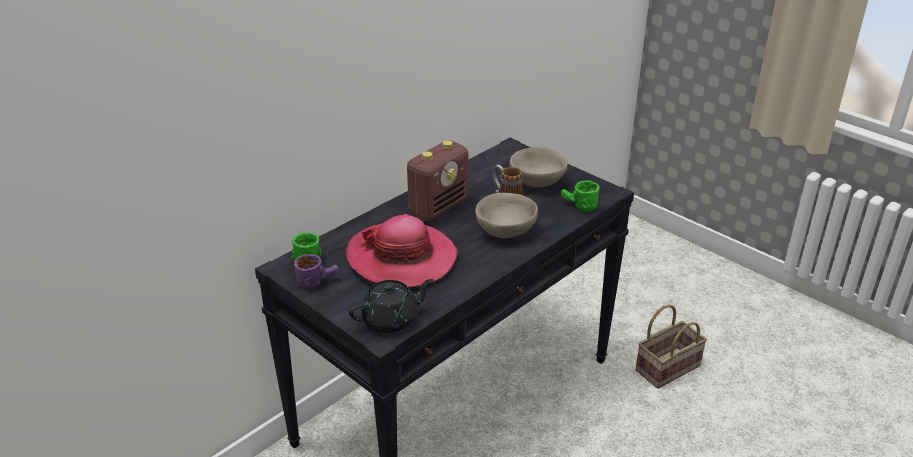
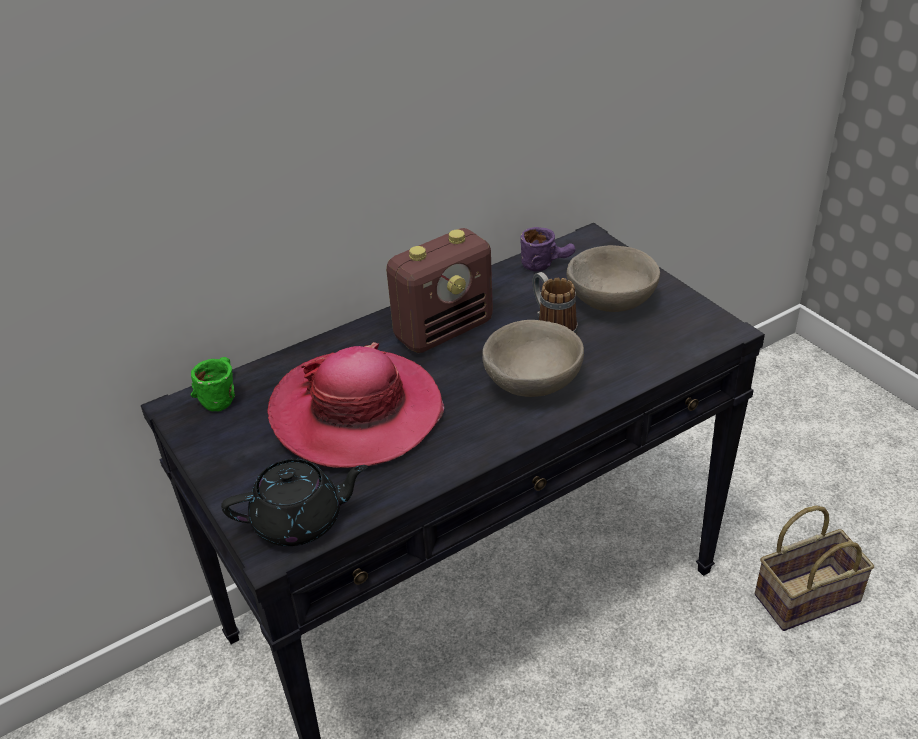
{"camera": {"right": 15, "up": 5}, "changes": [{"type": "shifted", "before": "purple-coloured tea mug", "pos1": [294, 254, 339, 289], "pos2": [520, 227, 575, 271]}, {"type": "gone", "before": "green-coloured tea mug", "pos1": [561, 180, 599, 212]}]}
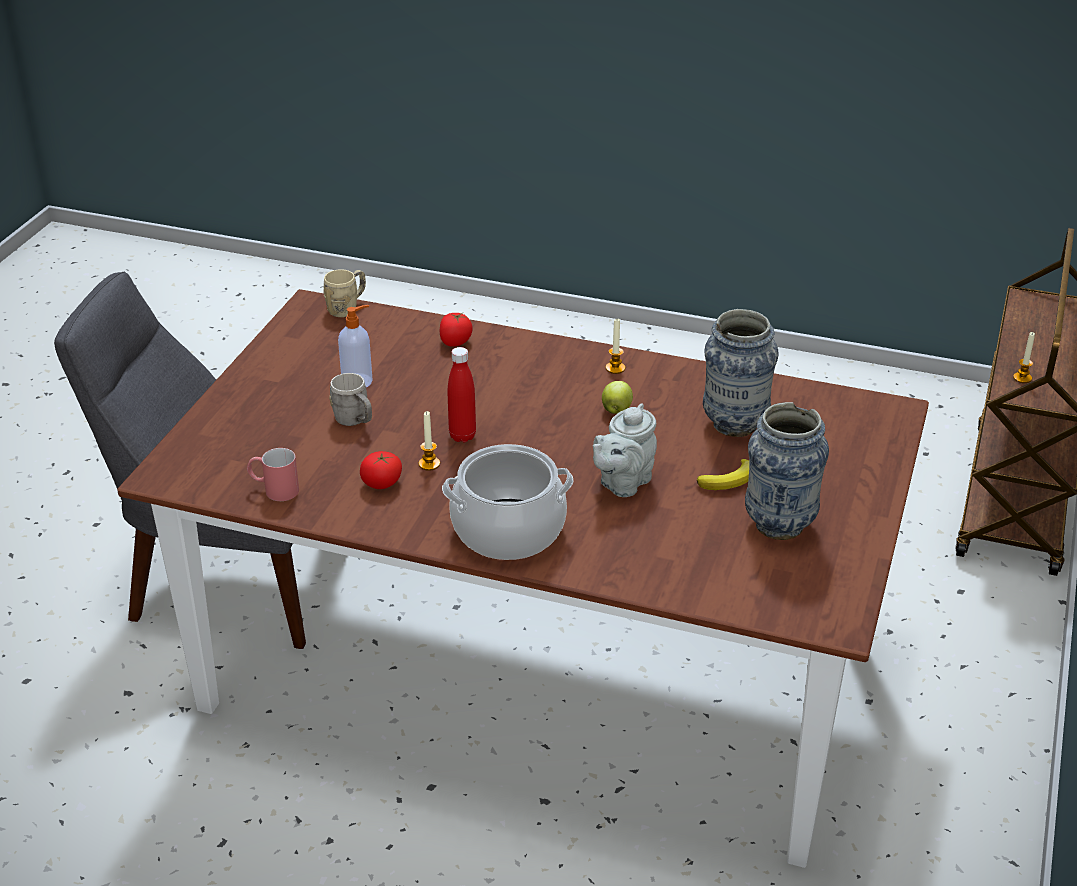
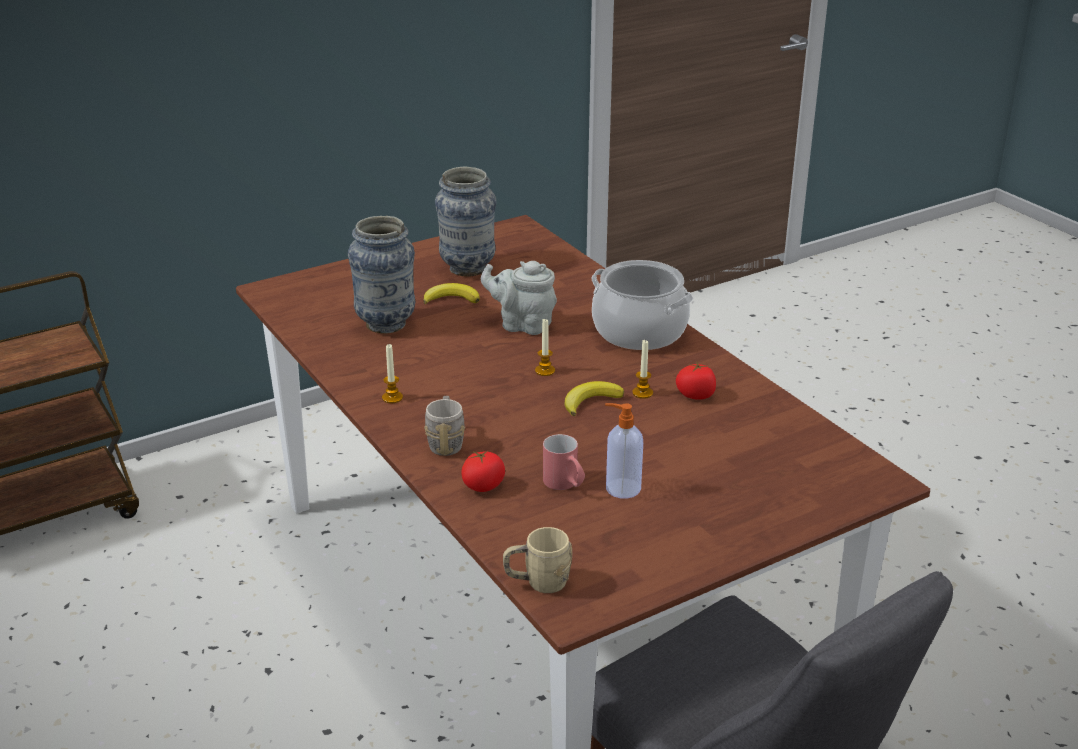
{"camera": {"right": -140, "up": -5}, "changes": [{"type": "shifted", "before": "red-coloured tea mug", "pos1": [247, 448, 299, 501], "pos2": [543, 434, 585, 490]}, {"type": "shifted", "before": "grey tea mug", "pos1": [329, 373, 372, 426], "pos2": [424, 396, 465, 456]}, {"type": "swapped", "before": "red-coloured drink bottle", "after": "banana fruit", "pos1": [448, 347, 476, 442], "pos2": [565, 381, 624, 416]}, {"type": "rotated", "before": "grey pot for tea", "pos1": [593, 403, 657, 497], "pos2": [481, 261, 557, 335], "turn": -150}, {"type": "gone", "before": "whole apple", "pos1": [602, 381, 633, 414]}, {"type": "shifted", "before": "wax light", "pos1": [1013, 332, 1035, 383], "pos2": [535, 318, 555, 376]}]}
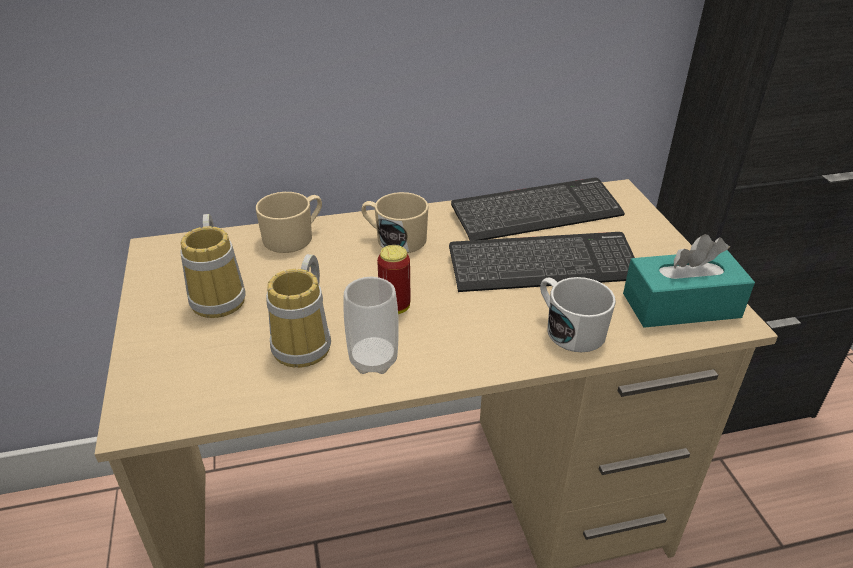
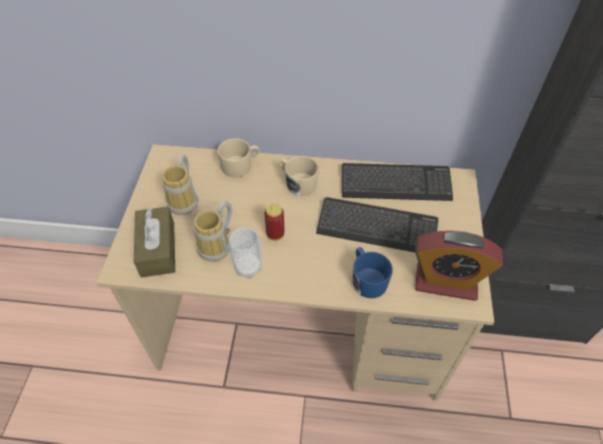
{"camera": {"right": 20, "up": 15}, "changes": [{"type": "repainted", "before": "white-coloured tea mug", "after": "blue tea mug", "pos1": [540, 277, 616, 352], "pos2": [352, 247, 393, 298]}, {"type": "swapped", "before": "turquoise tissue holder", "after": "table clock", "pos1": [623, 234, 755, 328], "pos2": [415, 231, 503, 301]}, {"type": "new", "after": "brown tissue holder", "pos2": [134, 207, 175, 277]}]}
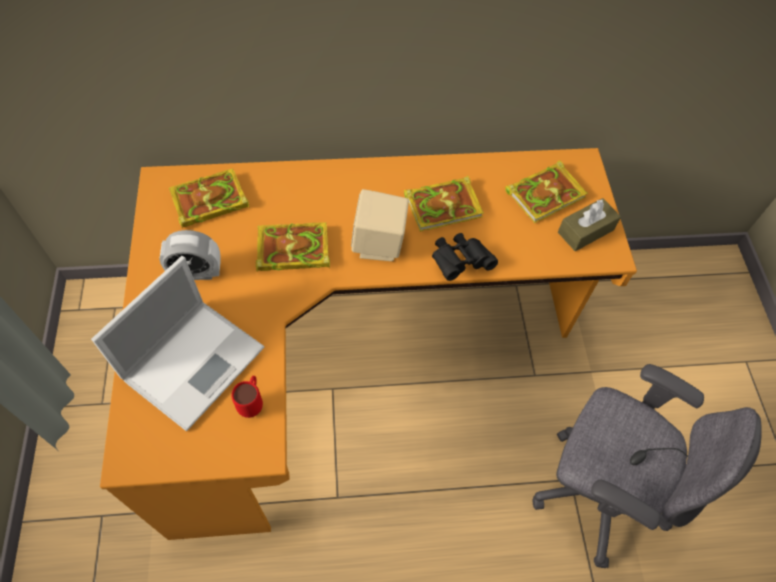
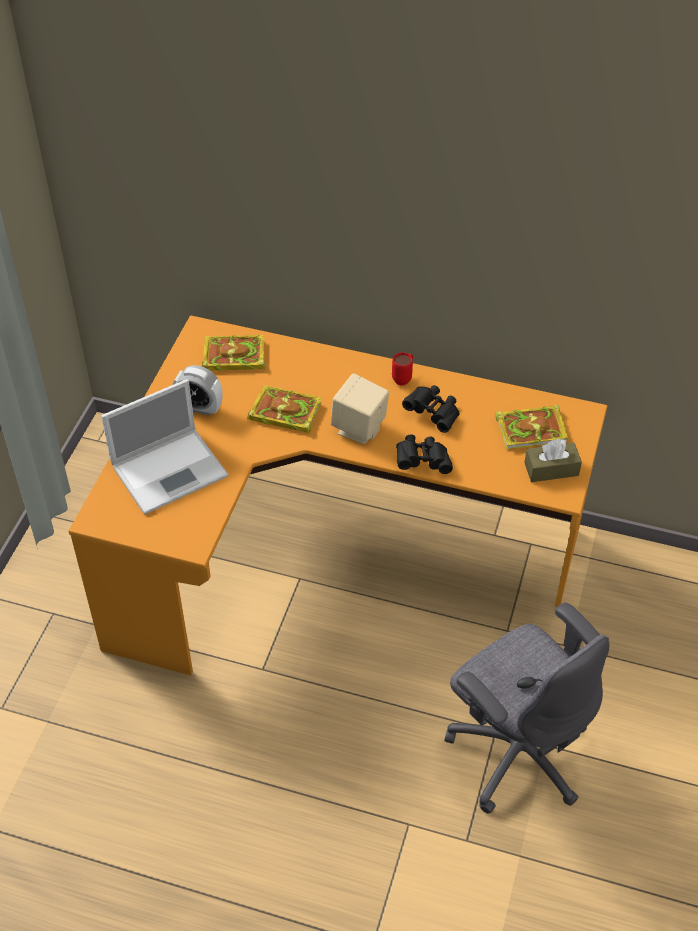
{"camera": {"right": 25, "up": -10}, "changes": [{"type": "shifted", "before": "red-coloured tea mug", "pos1": [232, 376, 263, 418], "pos2": [392, 352, 413, 386]}, {"type": "swapped", "before": "book", "after": "black-coloured field glasses", "pos1": [404, 176, 484, 232], "pos2": [402, 385, 460, 433]}]}
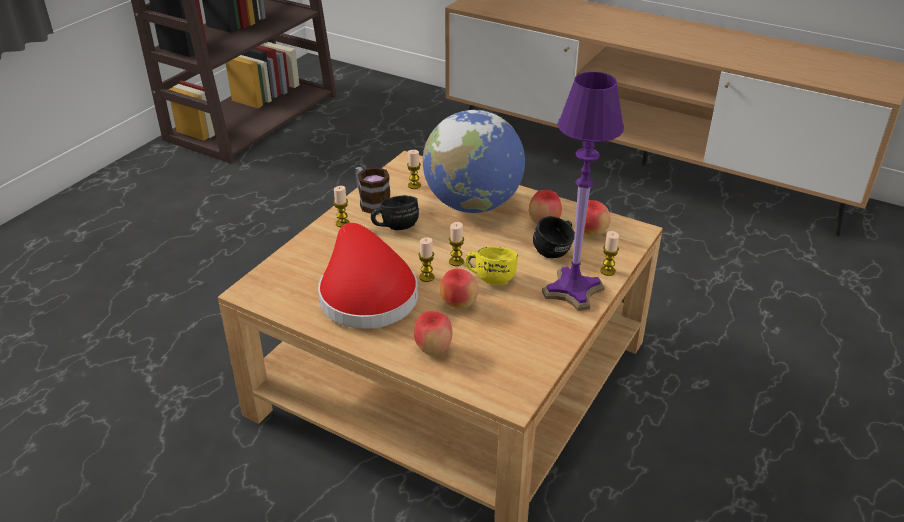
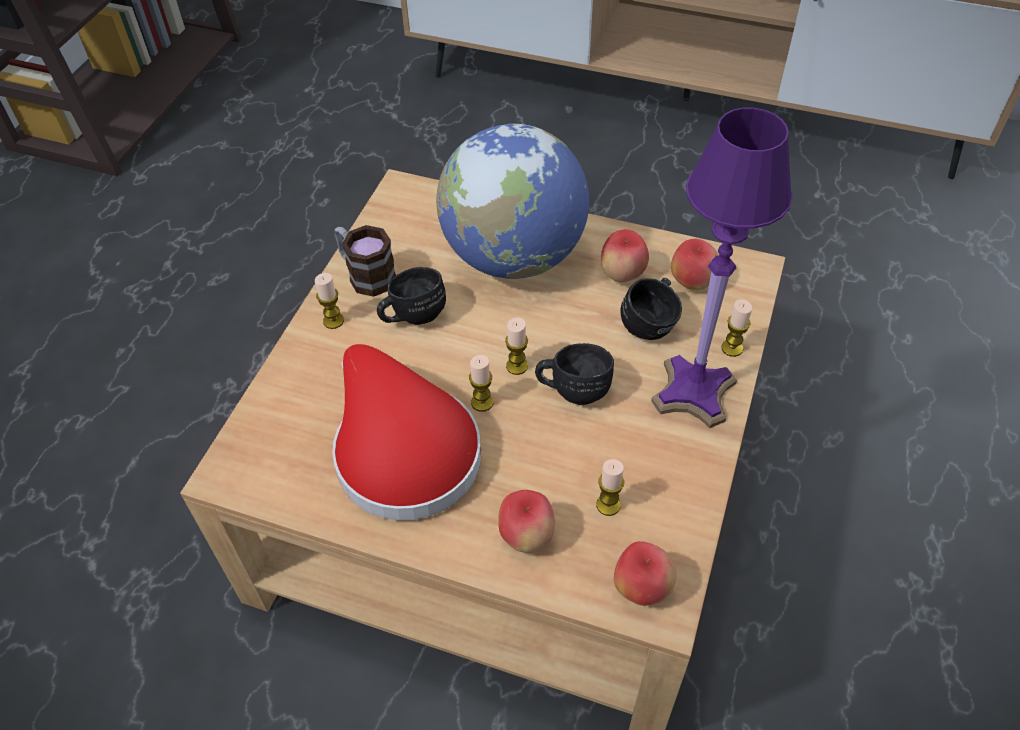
{"camera": {"right": -10, "up": 15}, "changes": [{"type": "shifted", "before": "wax light", "pos1": [407, 150, 421, 189], "pos2": [596, 459, 624, 516]}, {"type": "shifted", "before": "whole apple", "pos1": [440, 269, 479, 309], "pos2": [614, 541, 676, 606]}, {"type": "repainted", "before": "yellow tea mug", "after": "black-coloured tea mug", "pos1": [465, 247, 518, 285], "pos2": [535, 343, 614, 405]}]}
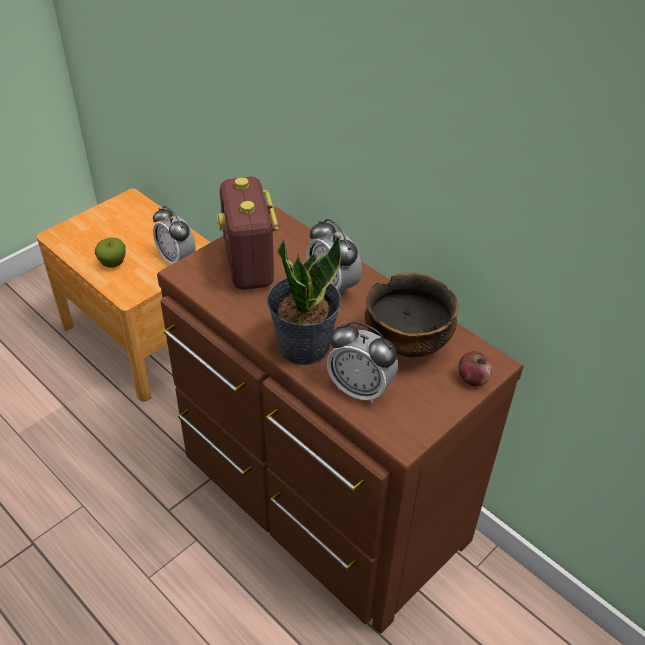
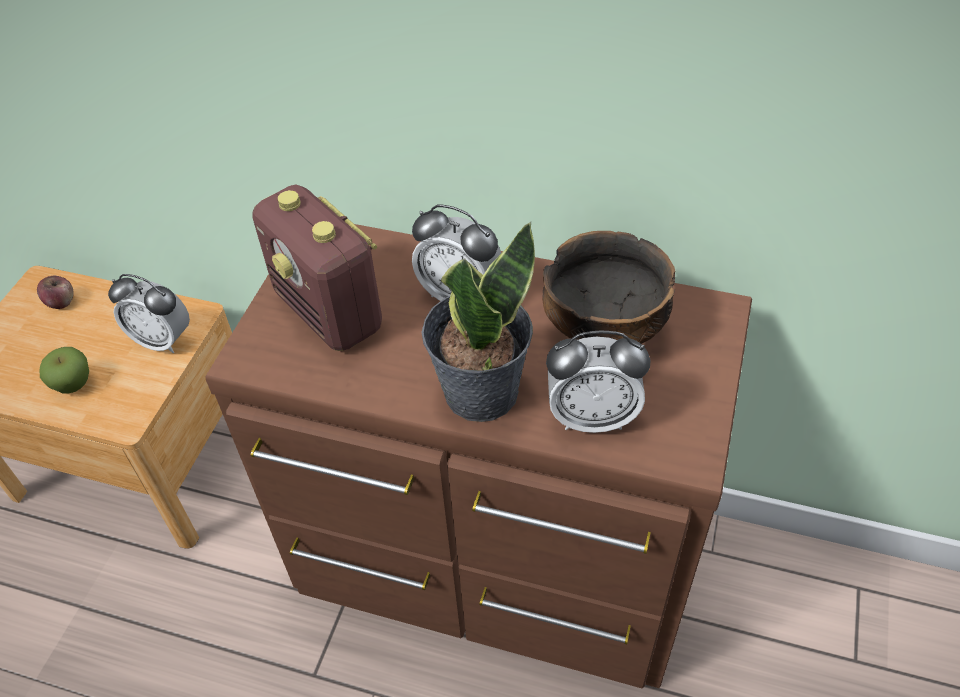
{"camera": {"right": -25, "up": 5}, "changes": [{"type": "shifted", "before": "whole apple", "pos1": [459, 351, 492, 386], "pos2": [37, 276, 74, 309]}]}
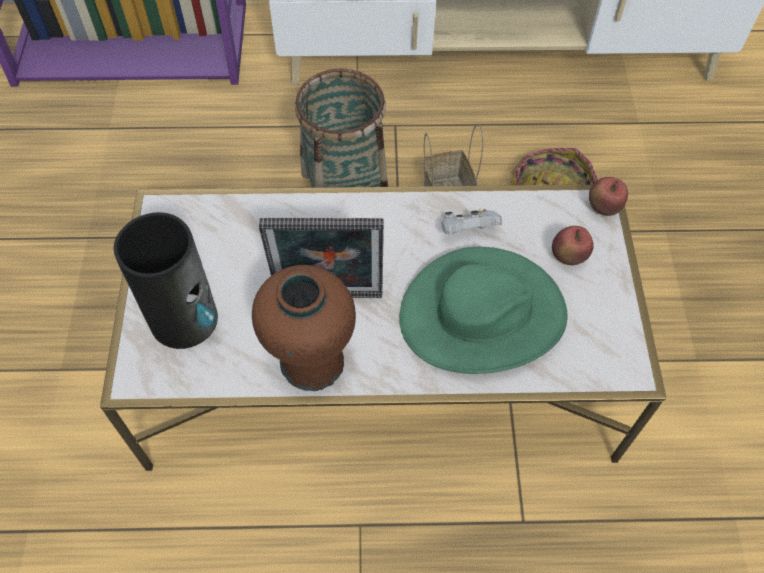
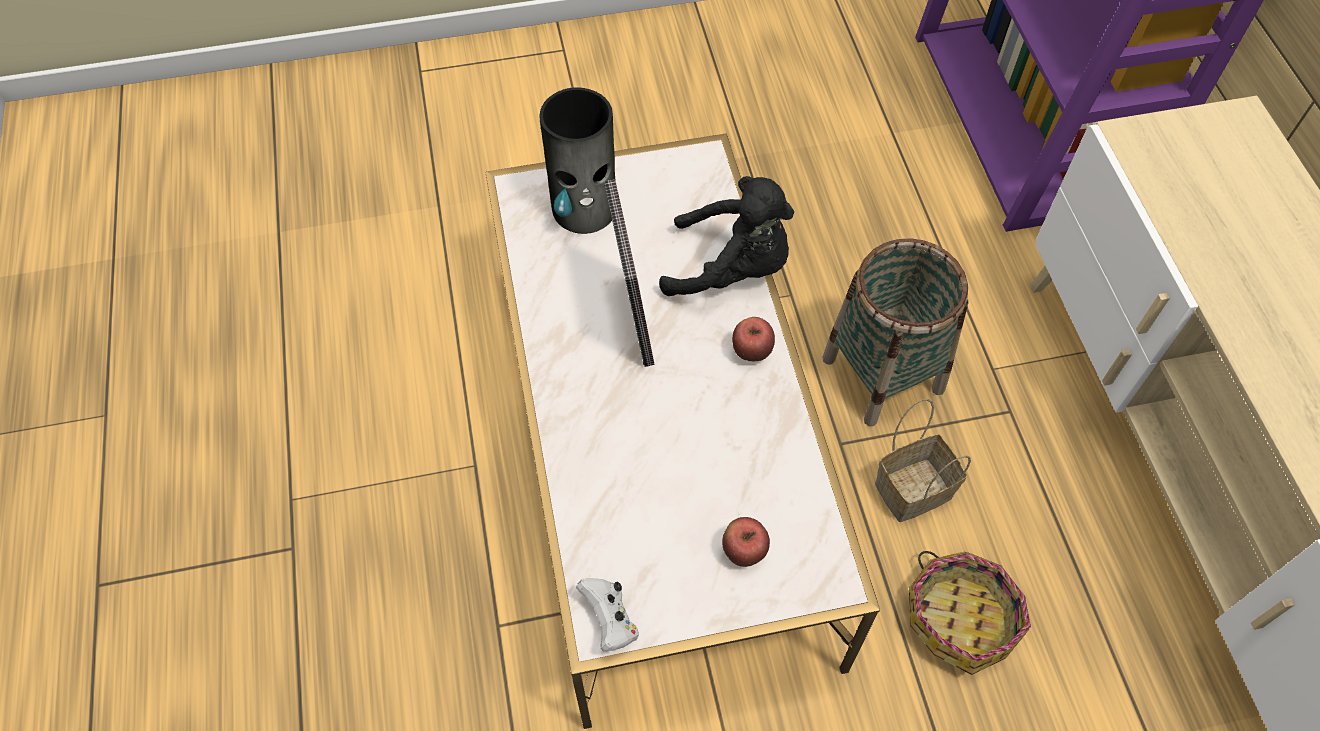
{"camera": {"right": 80, "up": 0}, "changes": [{"type": "gone", "before": "brown flower vase", "pos1": [252, 265, 356, 391]}, {"type": "gone", "before": "green-coloured hat", "pos1": [400, 246, 568, 374]}, {"type": "shifted", "before": "white-coloured gamepad", "pos1": [441, 209, 502, 234], "pos2": [576, 578, 639, 651]}, {"type": "shifted", "before": "whole apple", "pos1": [589, 177, 628, 216], "pos2": [732, 317, 775, 361]}, {"type": "new", "after": "black-coloured cuddly toy", "pos2": [659, 176, 794, 296]}]}
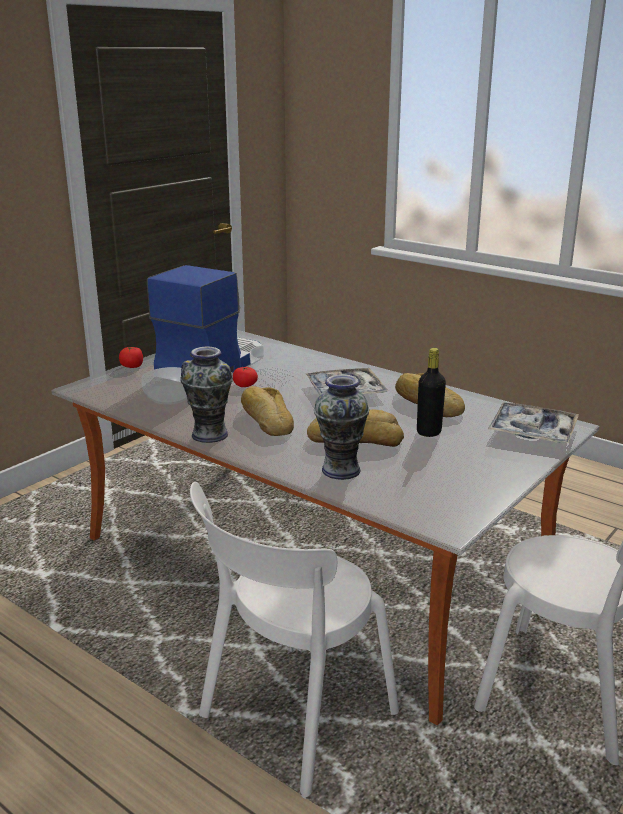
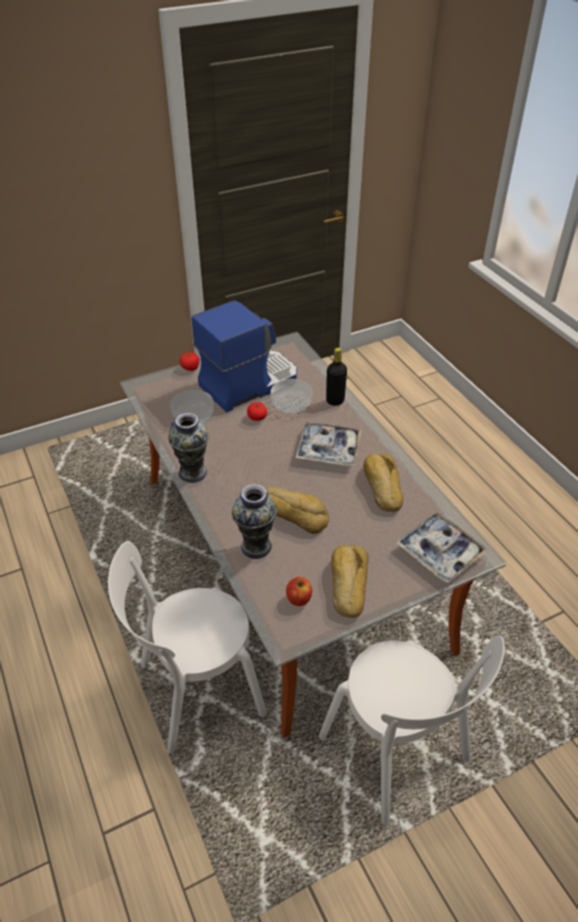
{"camera": {"right": 25, "up": 20}, "changes": [{"type": "shifted", "before": "bread", "pos1": [241, 386, 294, 436], "pos2": [331, 545, 369, 618]}, {"type": "shifted", "before": "black-coloured drink bottle", "pos1": [417, 348, 446, 437], "pos2": [326, 348, 347, 406]}, {"type": "new", "after": "whole apple", "pos2": [286, 577, 312, 606]}]}
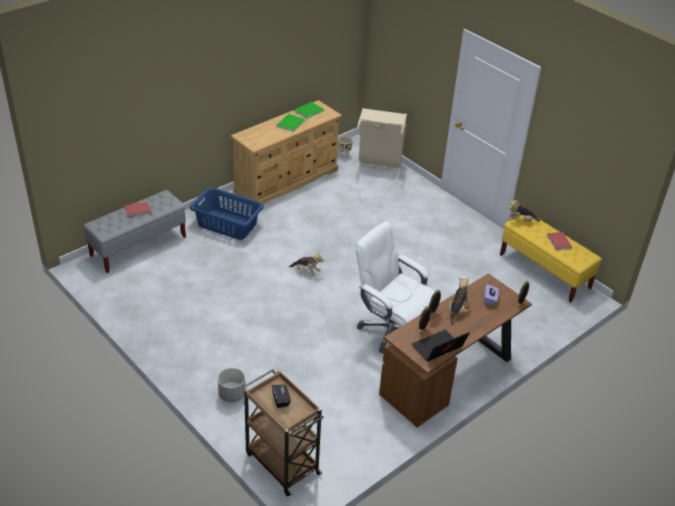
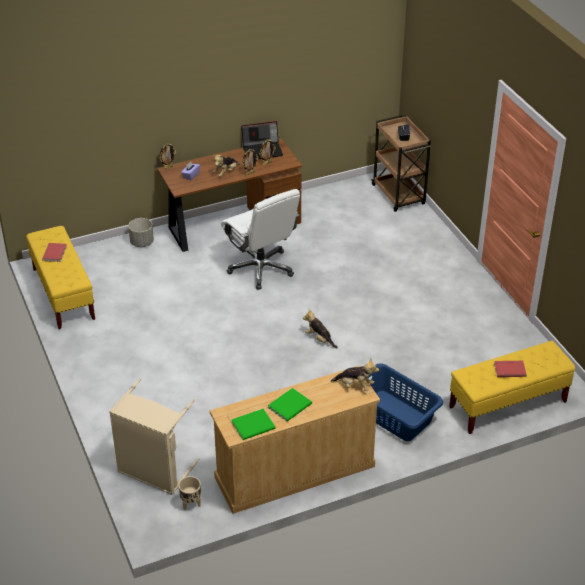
{"camera": {"right": -160, "up": 0}, "changes": [{"type": "repainted", "before": "grey long seat", "after": "yellow long seat", "pos1": [83, 190, 186, 273], "pos2": [449, 341, 575, 434]}, {"type": "shifted", "before": "grey plant pot", "pos1": [218, 368, 245, 402], "pos2": [128, 218, 154, 247]}, {"type": "shifted", "before": "cuddly toy", "pos1": [508, 198, 540, 222], "pos2": [331, 359, 379, 391]}]}
